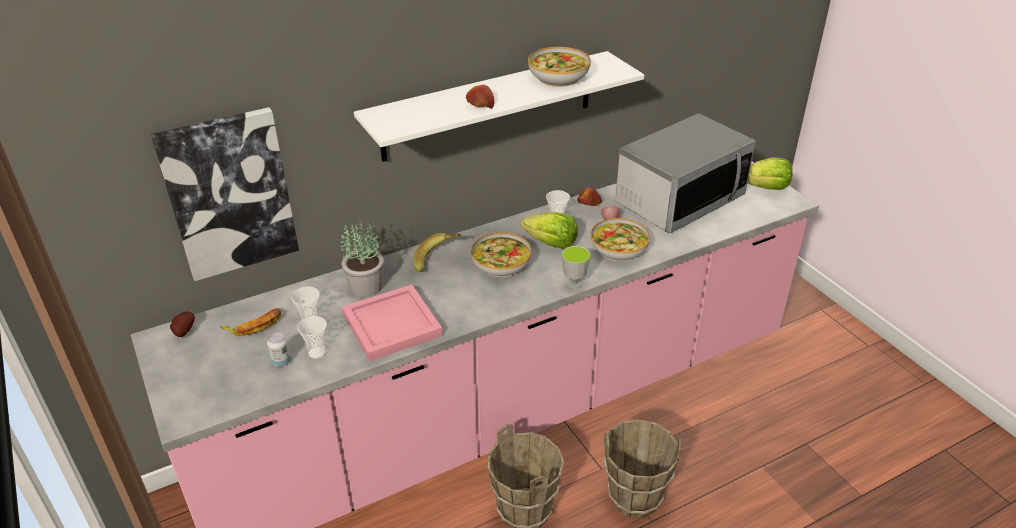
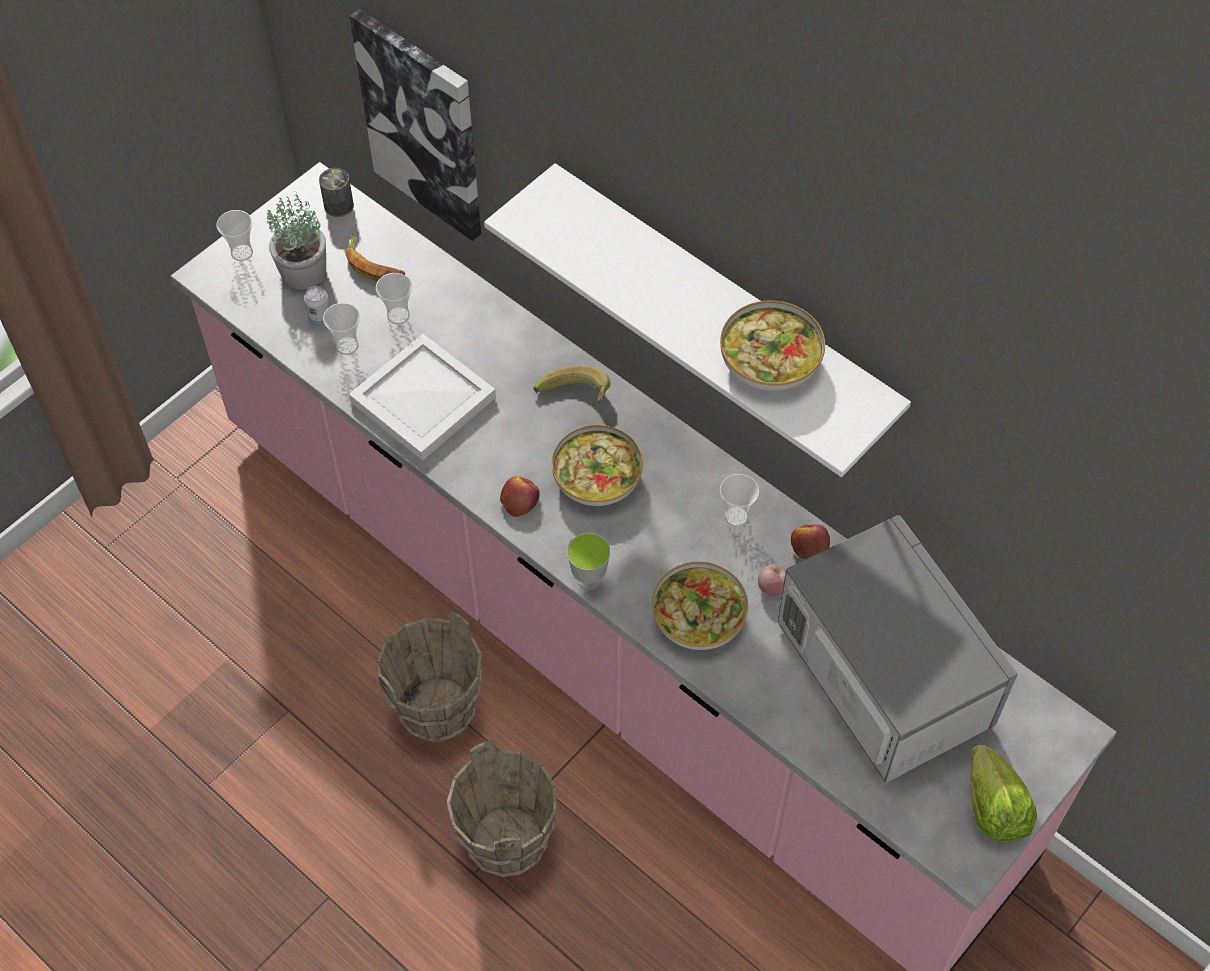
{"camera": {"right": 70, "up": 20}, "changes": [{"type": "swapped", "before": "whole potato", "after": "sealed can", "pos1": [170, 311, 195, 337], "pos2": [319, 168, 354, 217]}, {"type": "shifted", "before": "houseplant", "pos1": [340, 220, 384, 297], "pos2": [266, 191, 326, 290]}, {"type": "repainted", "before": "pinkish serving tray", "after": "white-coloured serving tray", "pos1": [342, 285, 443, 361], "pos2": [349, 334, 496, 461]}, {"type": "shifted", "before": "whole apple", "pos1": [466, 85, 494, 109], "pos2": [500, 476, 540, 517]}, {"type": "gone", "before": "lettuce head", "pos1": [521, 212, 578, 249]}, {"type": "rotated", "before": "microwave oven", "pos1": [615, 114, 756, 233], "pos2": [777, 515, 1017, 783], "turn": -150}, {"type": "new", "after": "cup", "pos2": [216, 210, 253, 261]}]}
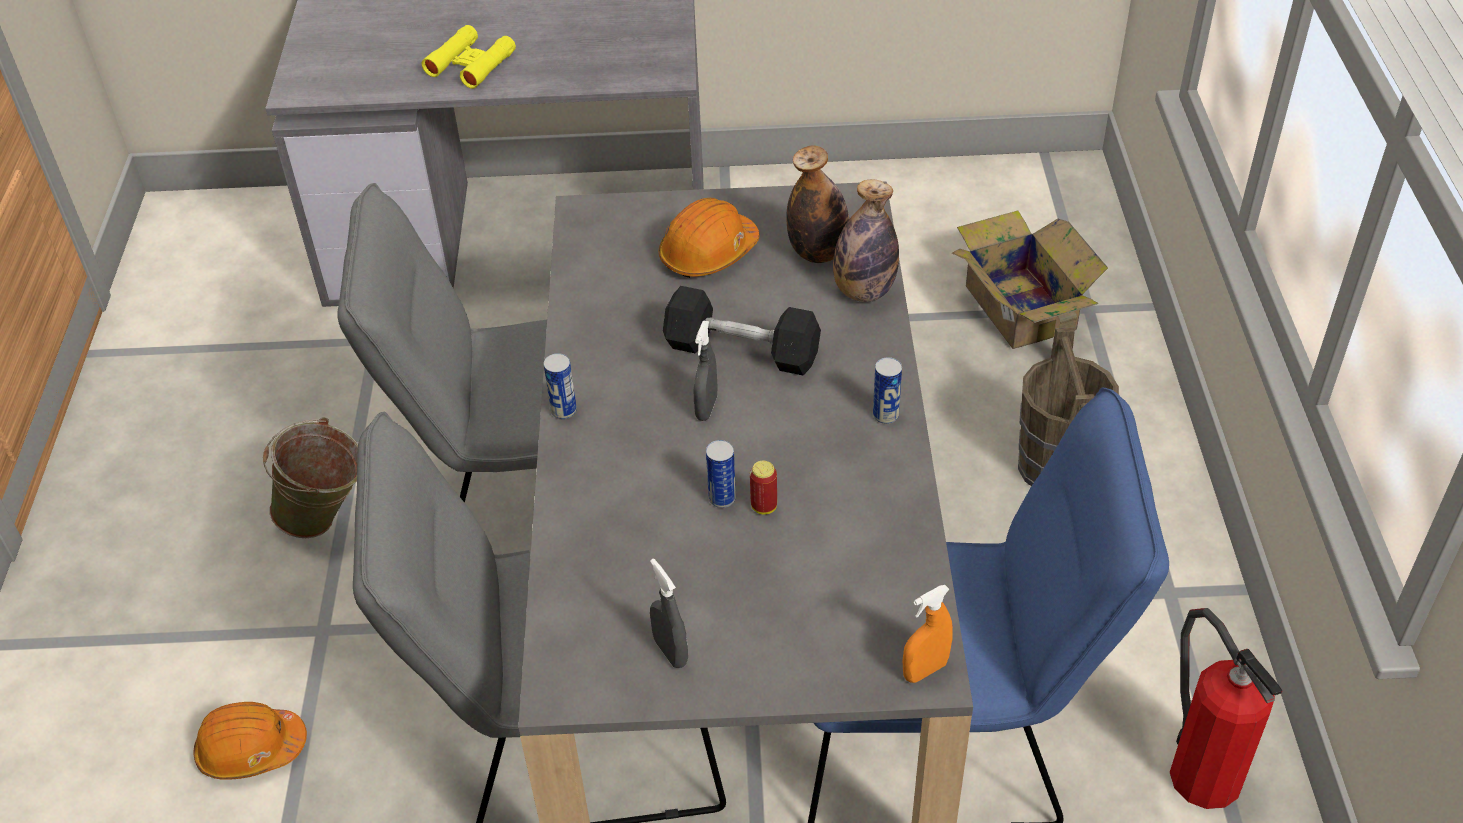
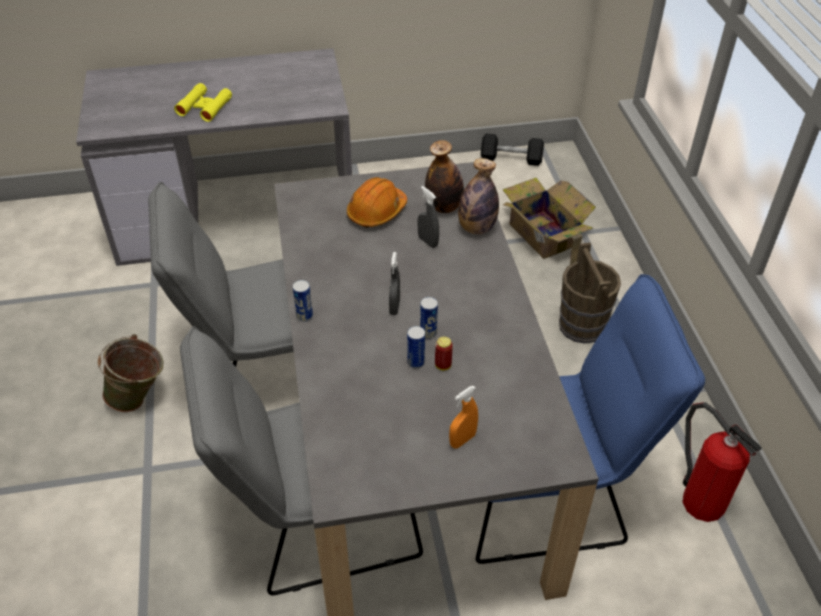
{"camera": {"right": -10, "up": 0}, "changes": [{"type": "gone", "before": "orange-coloured hard hat", "pos1": [193, 702, 307, 780]}, {"type": "shifted", "before": "grey hand sprayer", "pos1": [650, 559, 688, 668], "pos2": [418, 186, 439, 248]}, {"type": "shifted", "before": "black-coloured dumbbell", "pos1": [663, 286, 821, 375], "pos2": [481, 133, 544, 166]}, {"type": "shifted", "before": "sealed can", "pos1": [873, 357, 902, 424], "pos2": [420, 297, 438, 339]}, {"type": "shifted", "before": "orange-coloured hand sprayer", "pos1": [903, 585, 953, 683], "pos2": [449, 386, 478, 448]}]}
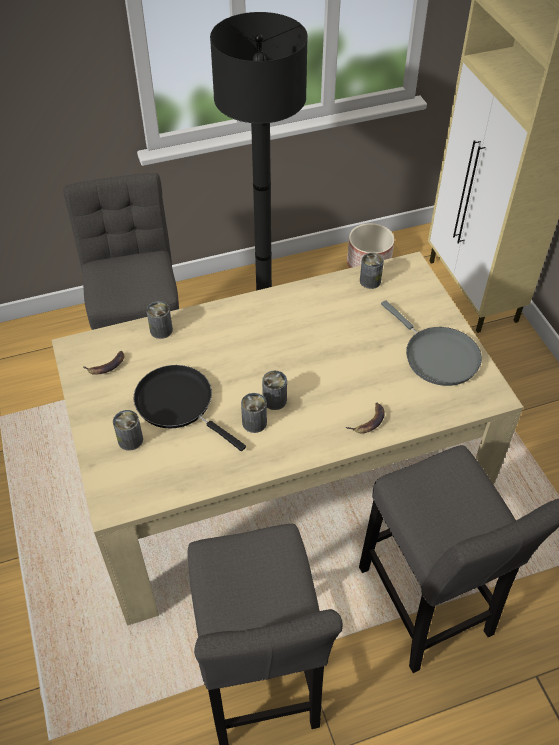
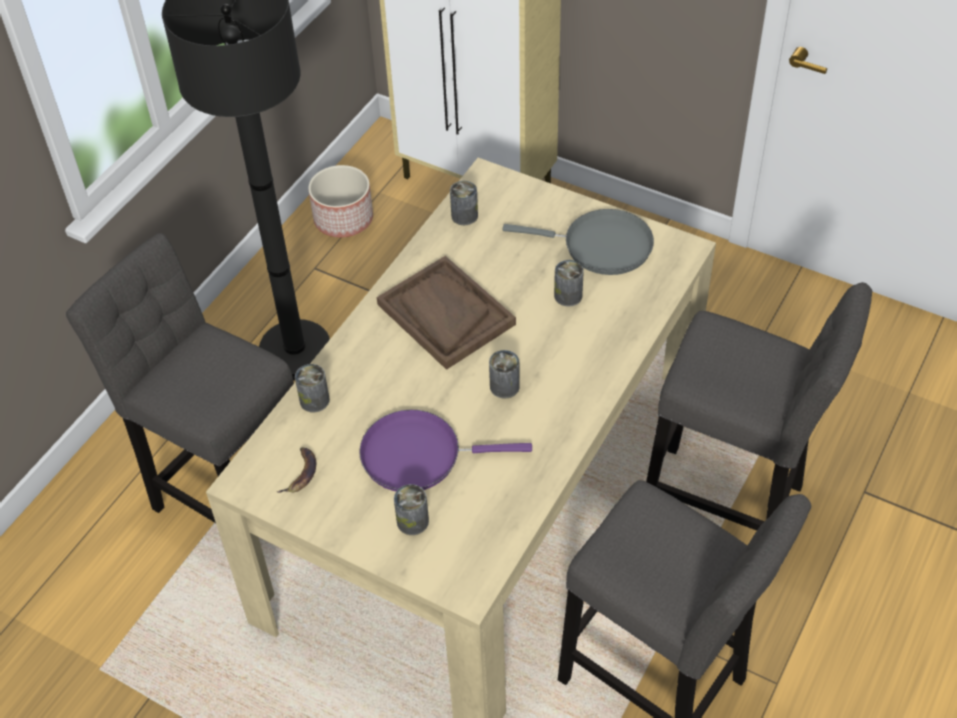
{"camera": {"right": -40, "up": 0}, "changes": [{"type": "repainted", "before": "black-coloured pan", "after": "purple-coloured pan", "pos1": [134, 365, 246, 451], "pos2": [359, 410, 532, 491]}, {"type": "shifted", "before": "sealed can", "pos1": [241, 393, 267, 433], "pos2": [554, 260, 584, 307]}, {"type": "gone", "before": "banana fruit", "pos1": [346, 403, 384, 433]}, {"type": "new", "after": "brown serving tray", "pos2": [377, 256, 516, 370]}]}
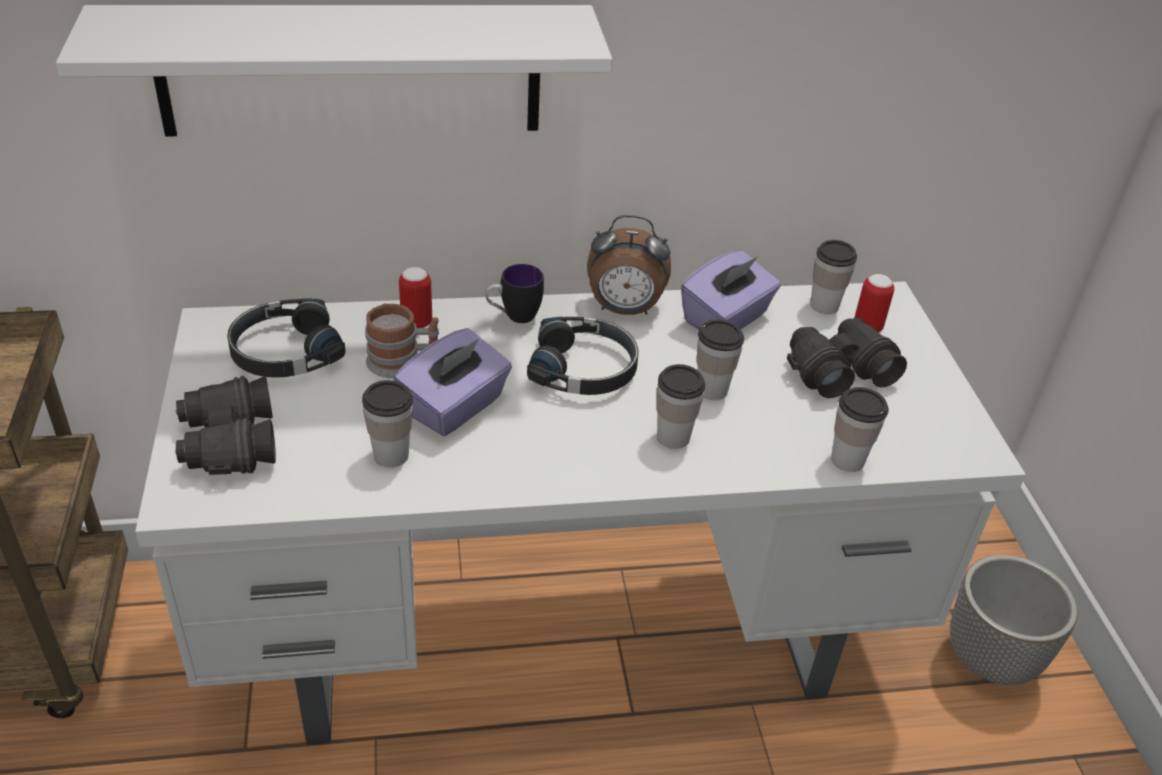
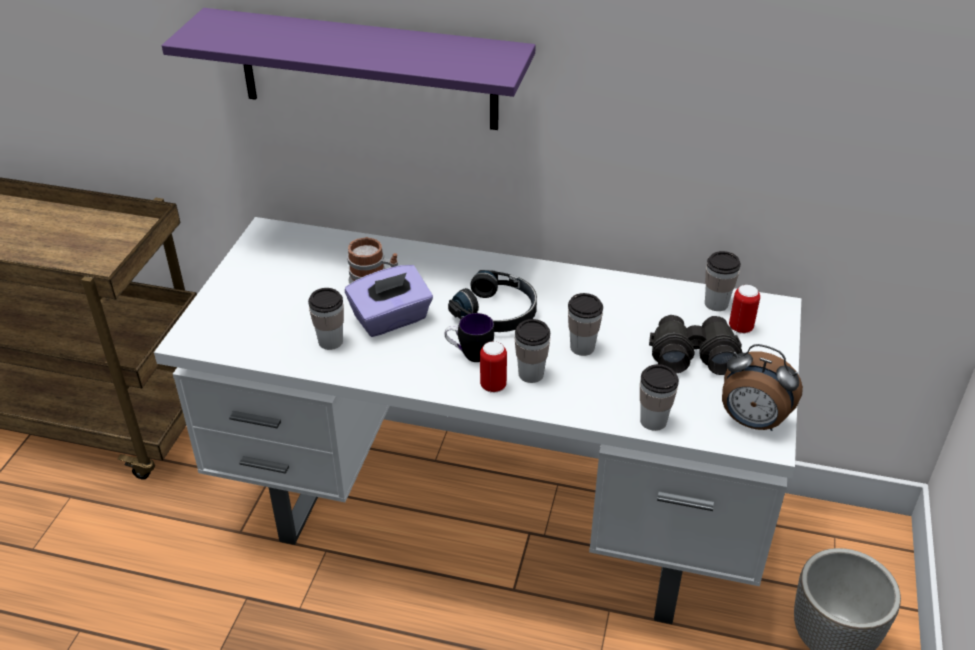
{"camera": {"right": 25, "up": 0}, "changes": [{"type": "repainted", "before": "white-coloured bracket shelf", "after": "purple-coloured bracket shelf", "pos1": [56, 5, 612, 137], "pos2": [162, 8, 536, 130]}, {"type": "gone", "before": "black-coloured field glasses", "pos1": [175, 376, 276, 475]}, {"type": "gone", "before": "black-coloured headphones", "pos1": [227, 298, 346, 378]}, {"type": "shifted", "before": "sealed can", "pos1": [399, 267, 432, 328], "pos2": [480, 341, 507, 393]}, {"type": "shifted", "before": "tea mug", "pos1": [485, 264, 544, 323], "pos2": [445, 313, 494, 362]}, {"type": "shifted", "before": "table clock", "pos1": [587, 215, 671, 315], "pos2": [722, 344, 803, 431]}, {"type": "gone", "before": "purple-coloured tissue holder", "pos1": [681, 250, 781, 330]}]}
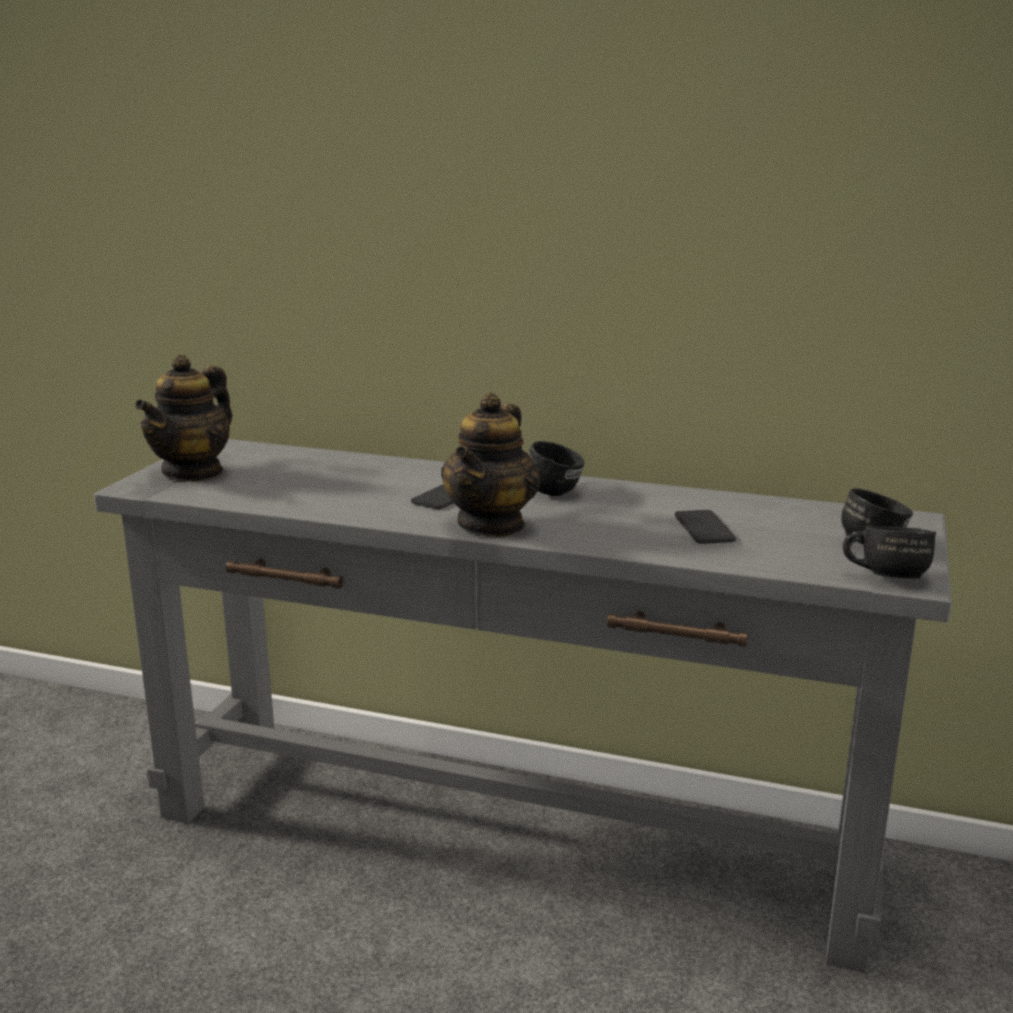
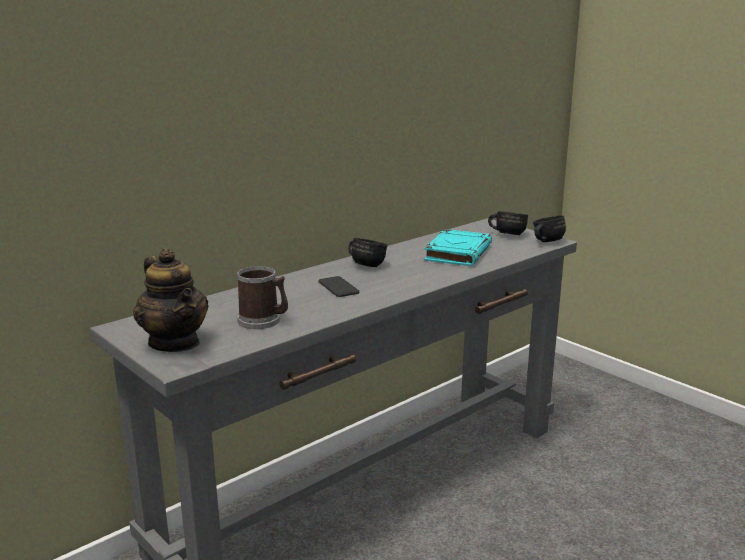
{"camera": {"right": -60, "up": 0}, "changes": [{"type": "gone", "before": "pot for tea", "pos1": [441, 392, 541, 537]}, {"type": "swapped", "before": "phone", "after": "turquoise book", "pos1": [675, 510, 736, 544], "pos2": [424, 229, 492, 266]}, {"type": "new", "after": "tea mug", "pos2": [237, 266, 288, 329]}]}
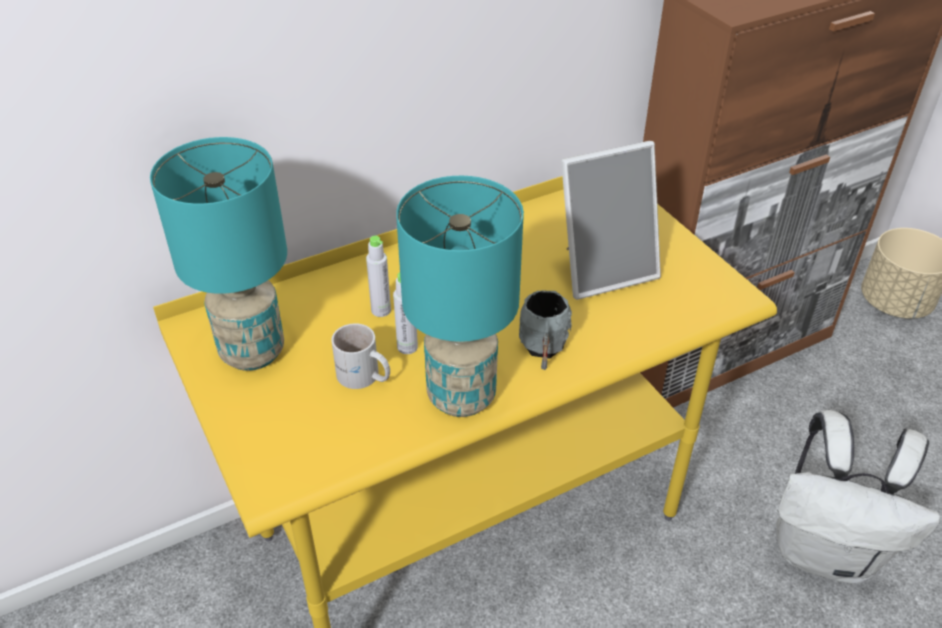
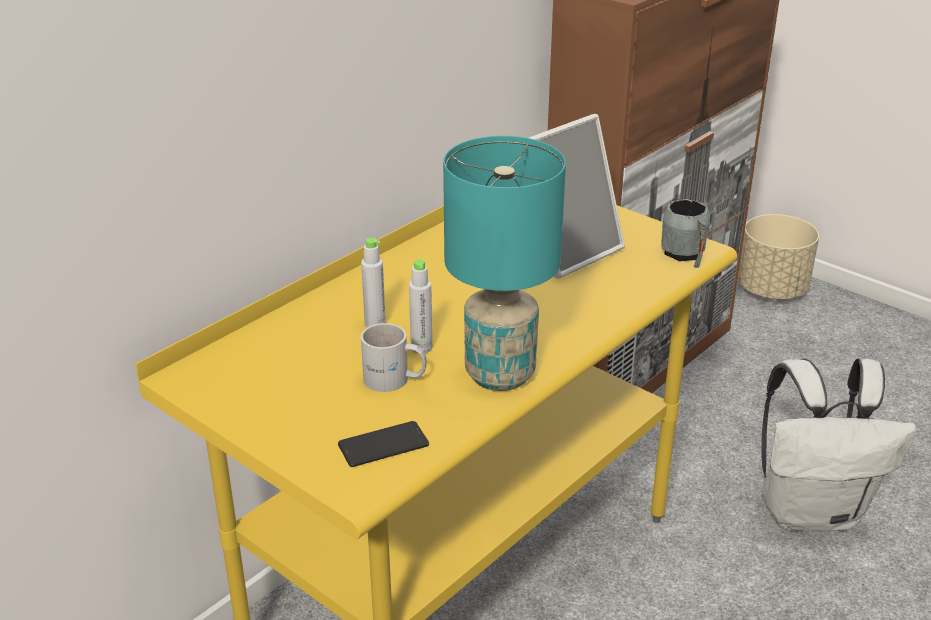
{"camera": {"right": -20, "up": -10}, "changes": [{"type": "gone", "before": "turquoise table lamp", "pos1": [150, 137, 287, 371]}, {"type": "shifted", "before": "grey tea mug", "pos1": [519, 290, 572, 370], "pos2": [661, 199, 710, 268]}, {"type": "new", "after": "phone", "pos2": [338, 421, 429, 467]}]}
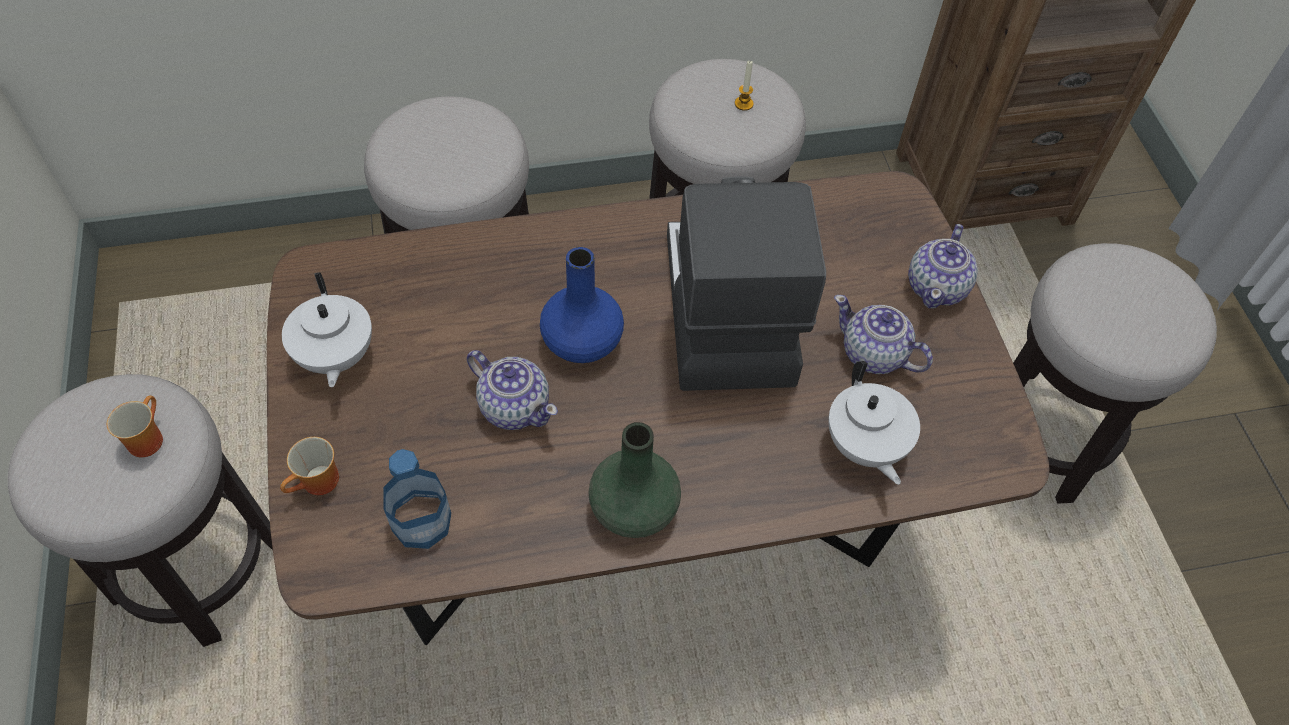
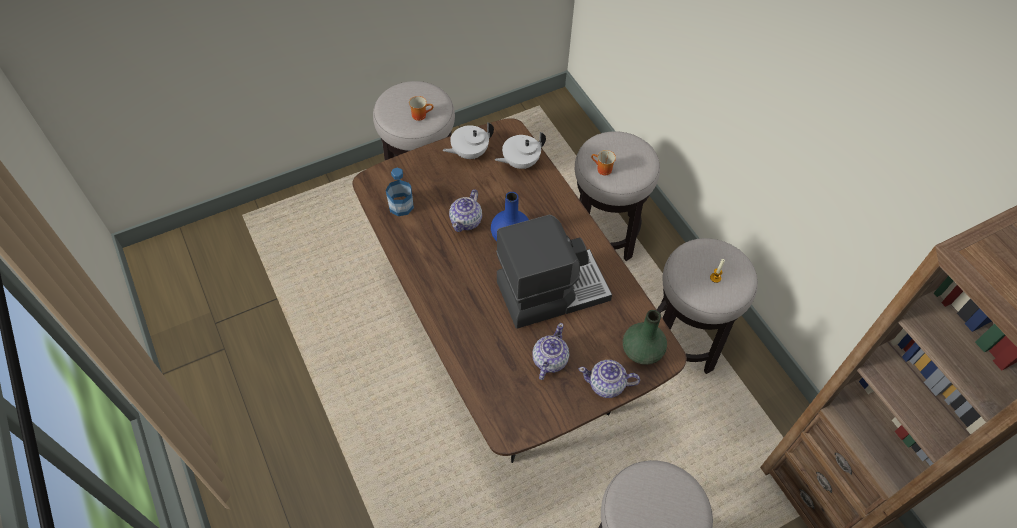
{"camera": {"right": 75, "up": 0}, "changes": [{"type": "shifted", "before": "tea mug", "pos1": [280, 437, 339, 495], "pos2": [591, 150, 616, 175]}, {"type": "shifted", "before": "green-coloured flower vase", "pos1": [588, 422, 681, 538], "pos2": [623, 310, 667, 365]}, {"type": "shifted", "before": "white-coloured pot for tea", "pos1": [828, 361, 920, 485], "pos2": [495, 132, 546, 169]}]}
